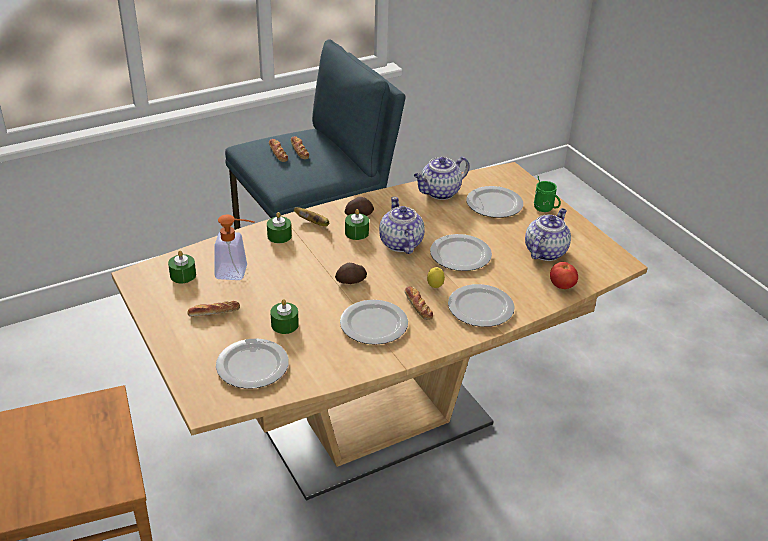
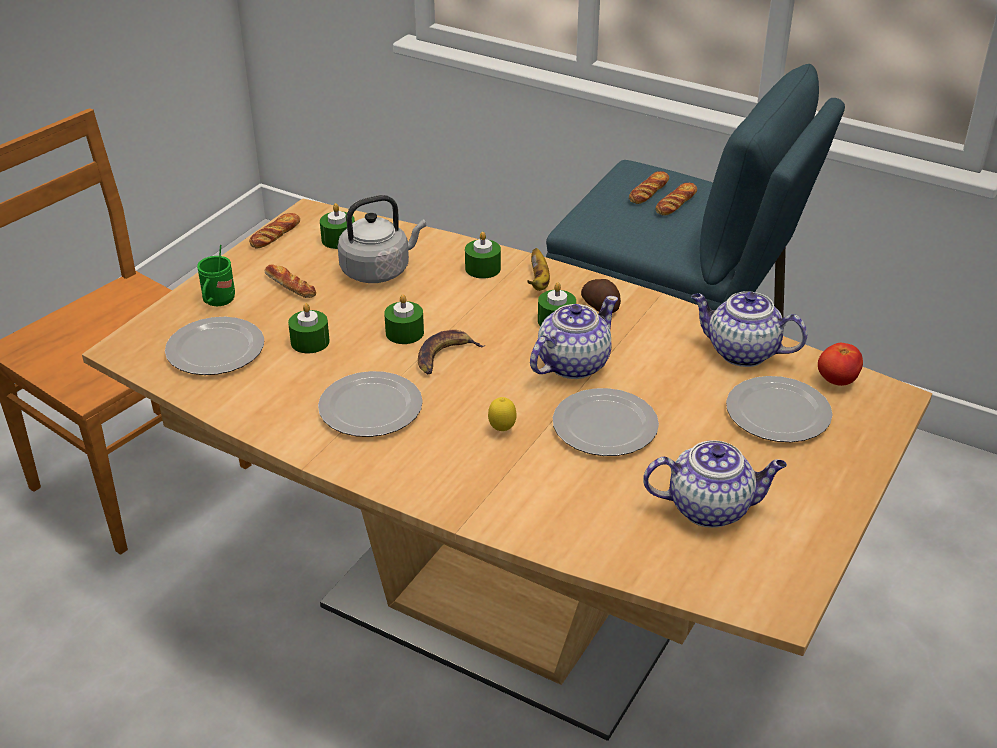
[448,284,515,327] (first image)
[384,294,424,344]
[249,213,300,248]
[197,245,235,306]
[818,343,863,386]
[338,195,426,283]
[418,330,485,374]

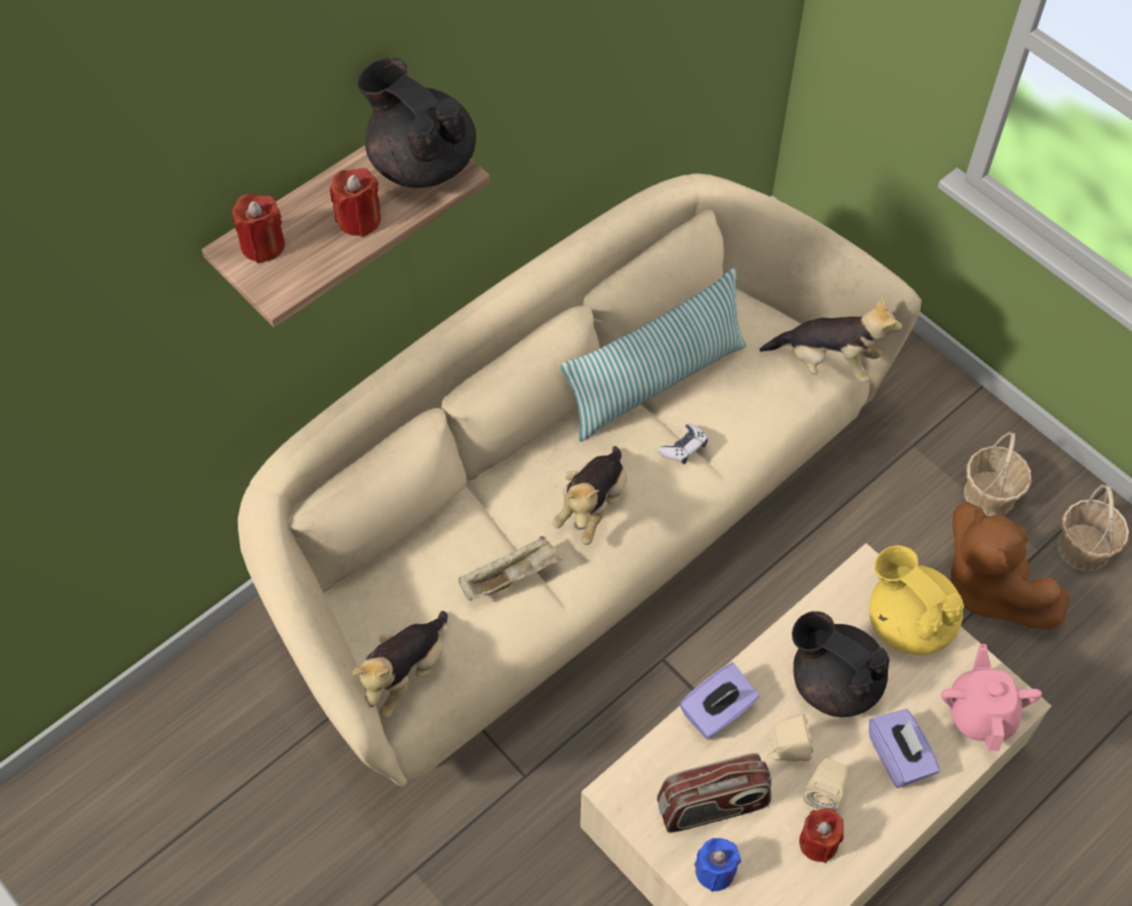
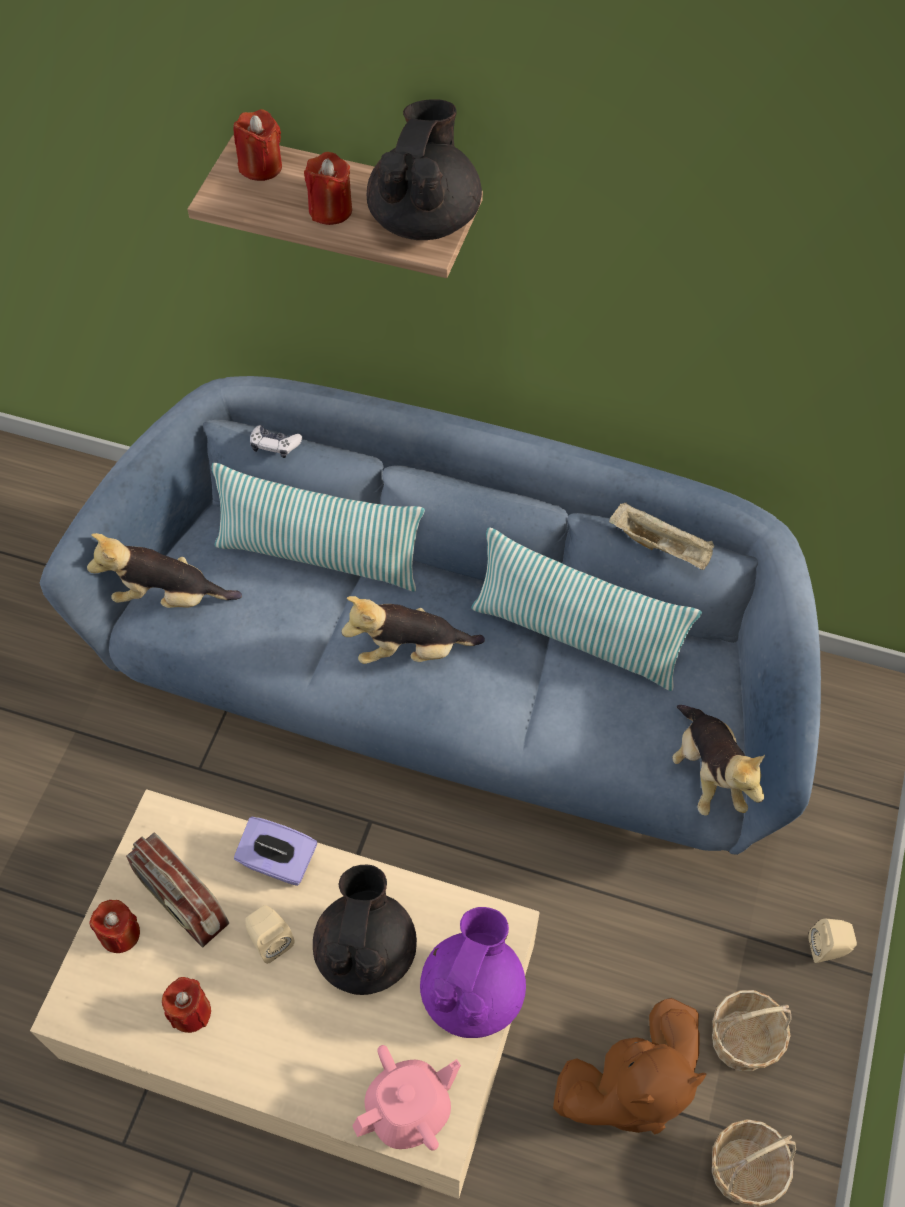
[869,709,940,788] (first image)
[212,463,425,592]
[609,502,714,570]
[250,425,302,458]
[808,919,857,963]
[40,376,821,855]
[89,900,140,953]
[420,907,526,1038]
[553,998,707,1135]

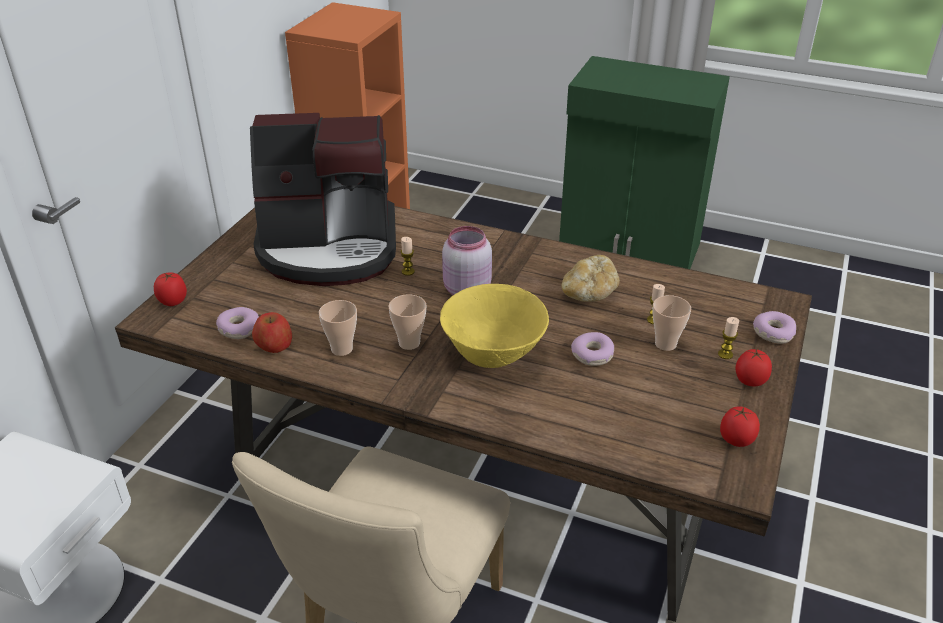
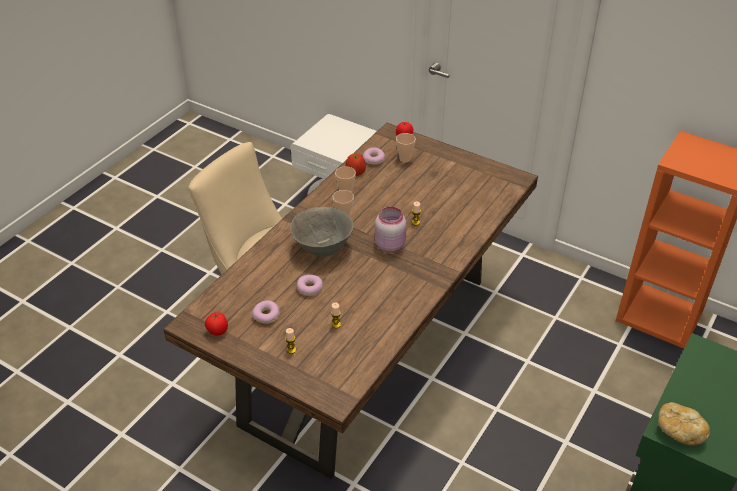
[250,113,396,286] (first image)
[735,349,772,386] (first image)
[658,402,710,446]
[396,133,416,162]
[252,300,280,324]
[290,207,354,257]

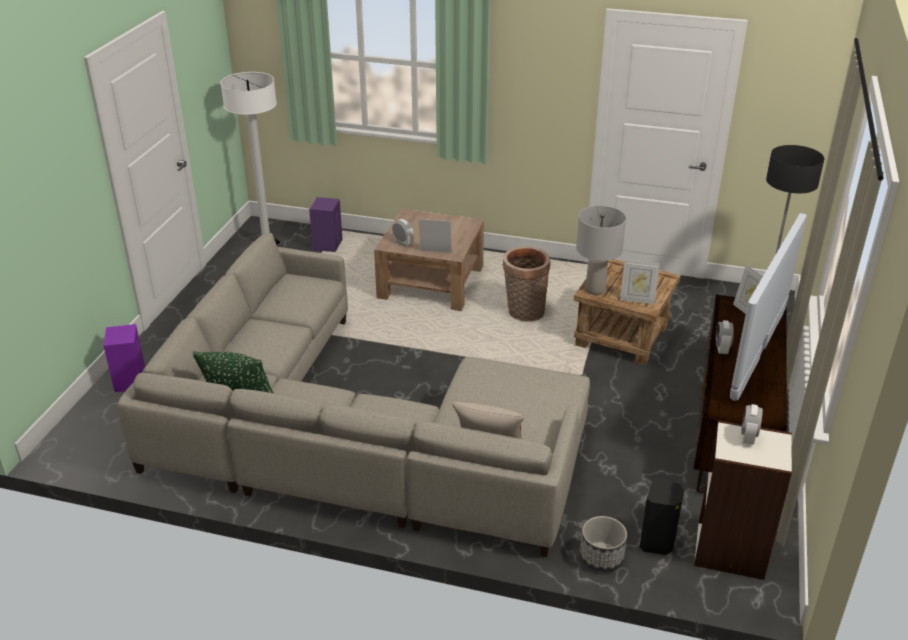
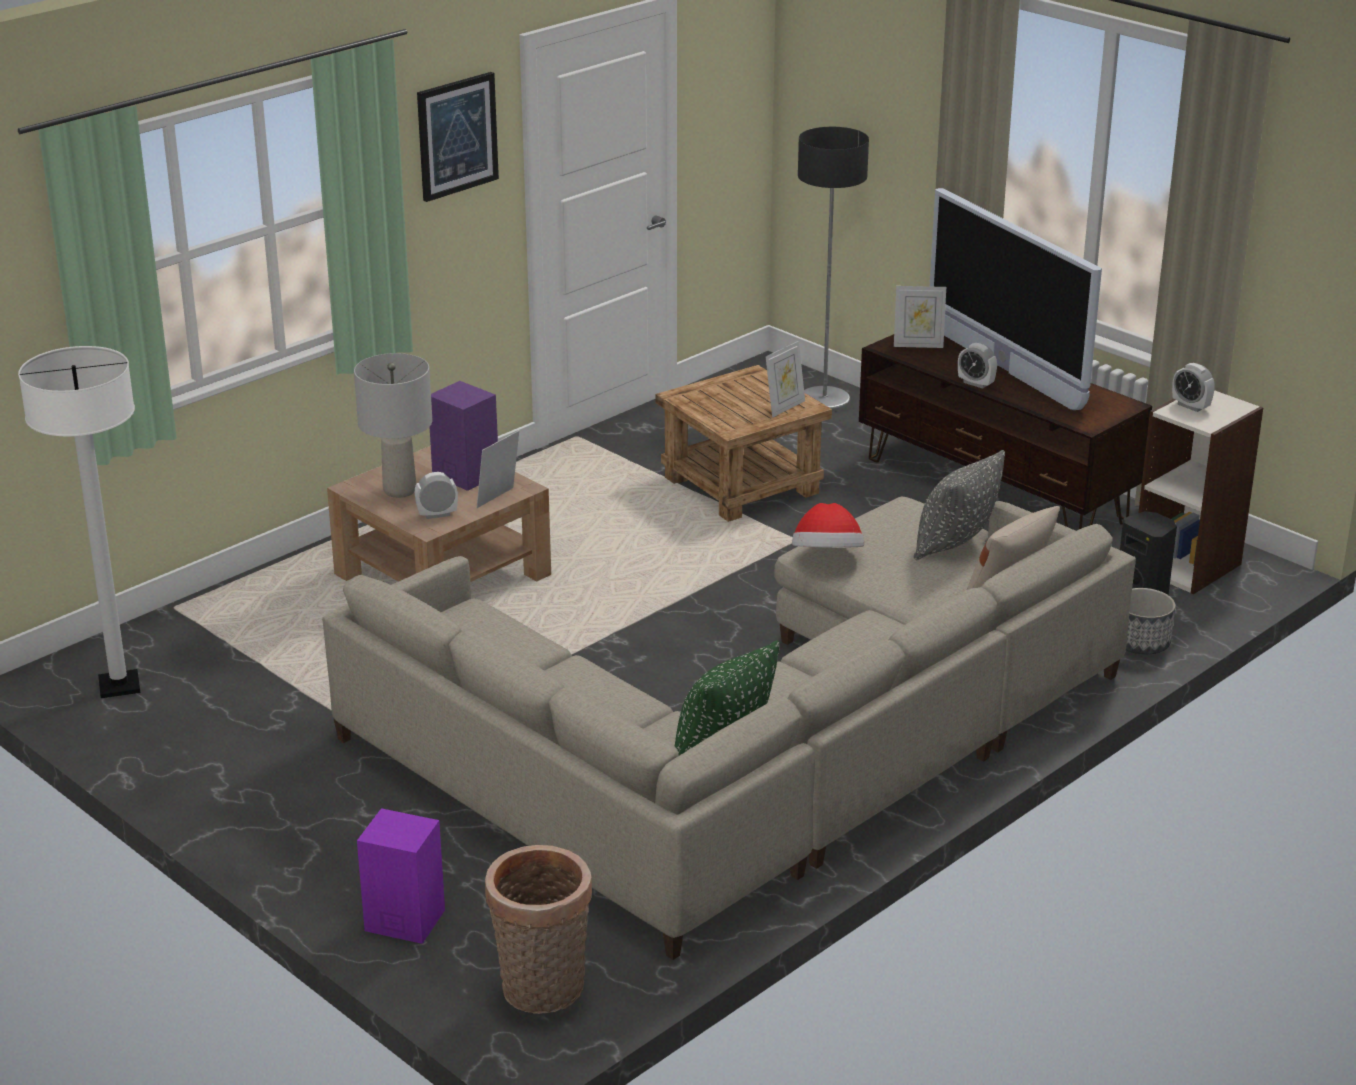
[417,72,499,202]
[792,503,864,548]
[914,450,1005,560]
[430,381,498,491]
[485,845,592,1014]
[354,353,432,498]

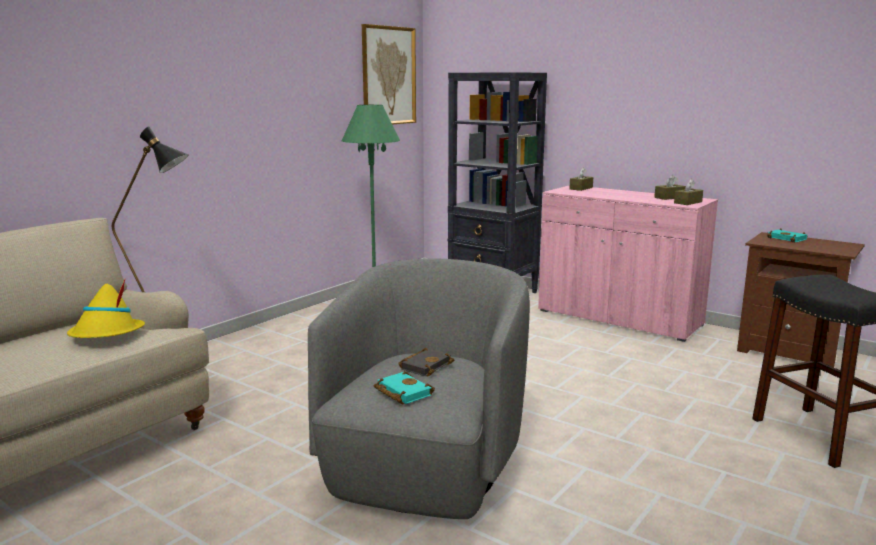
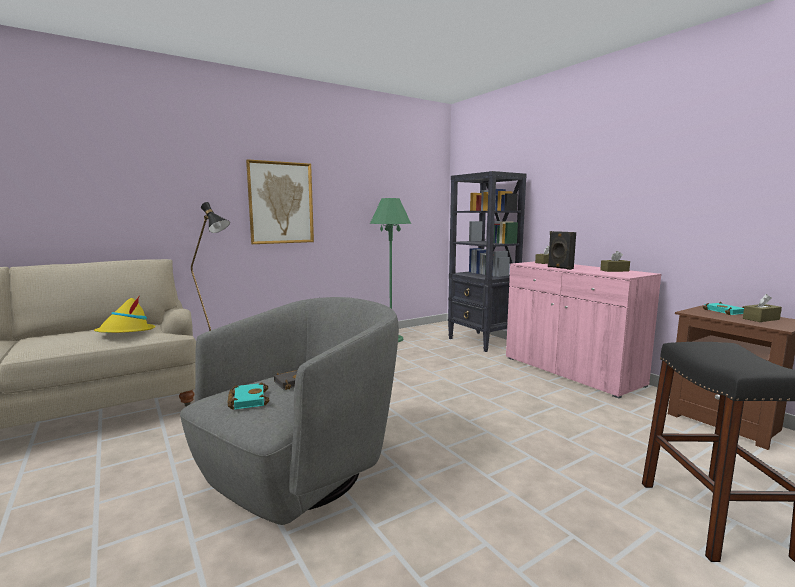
[548,231,576,270]
[246,159,314,244]
[743,294,782,322]

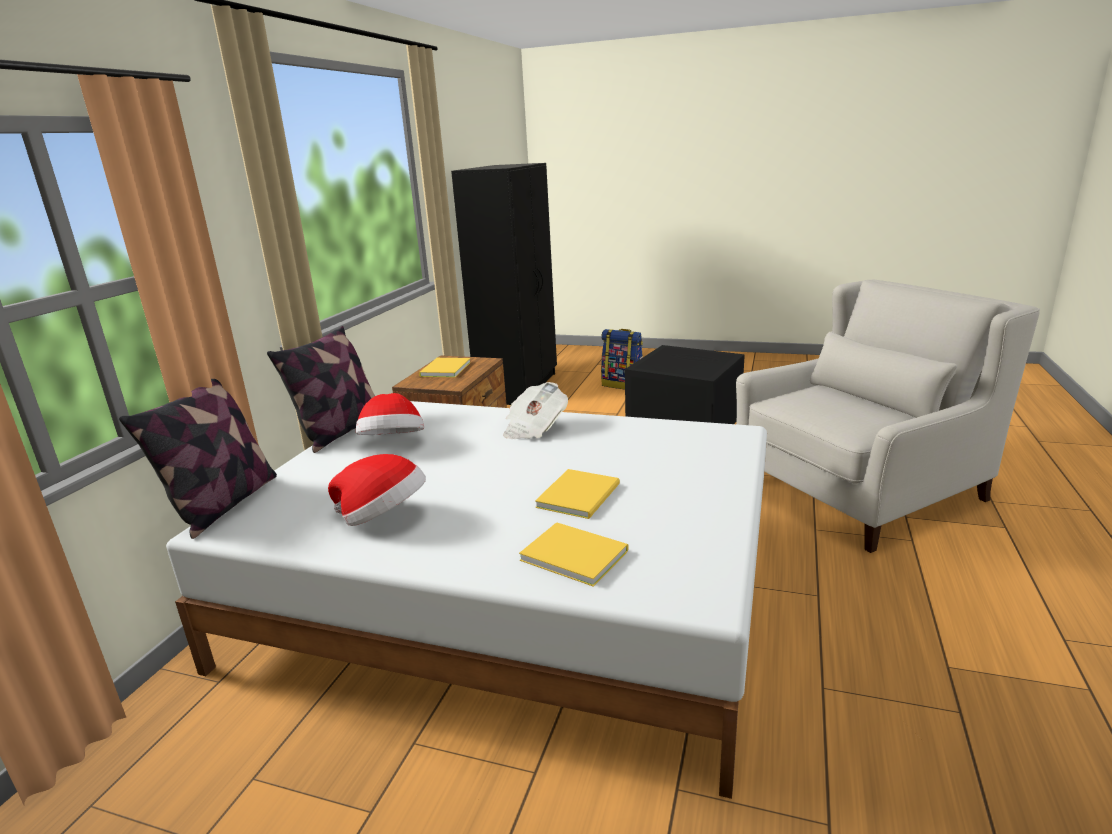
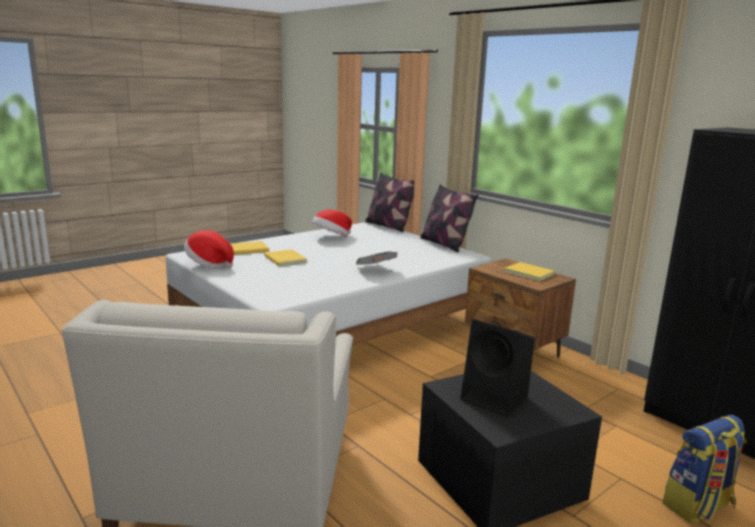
[460,319,535,417]
[184,230,234,268]

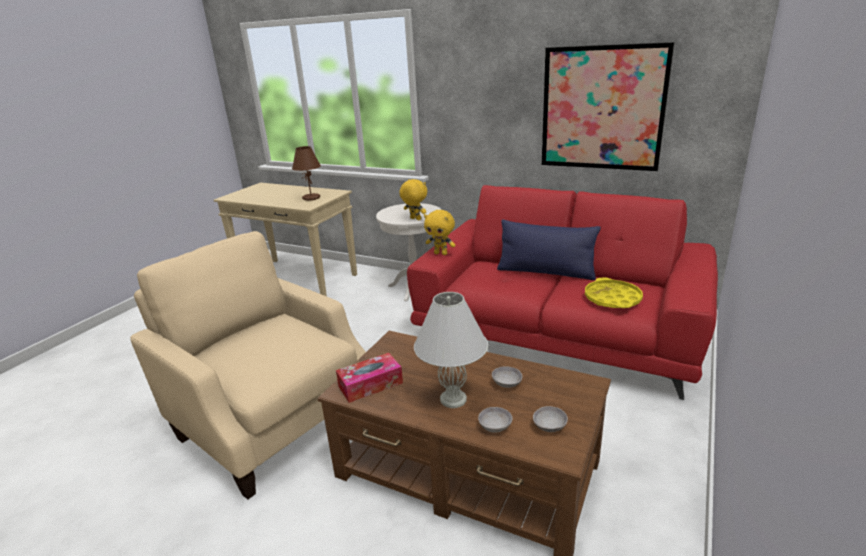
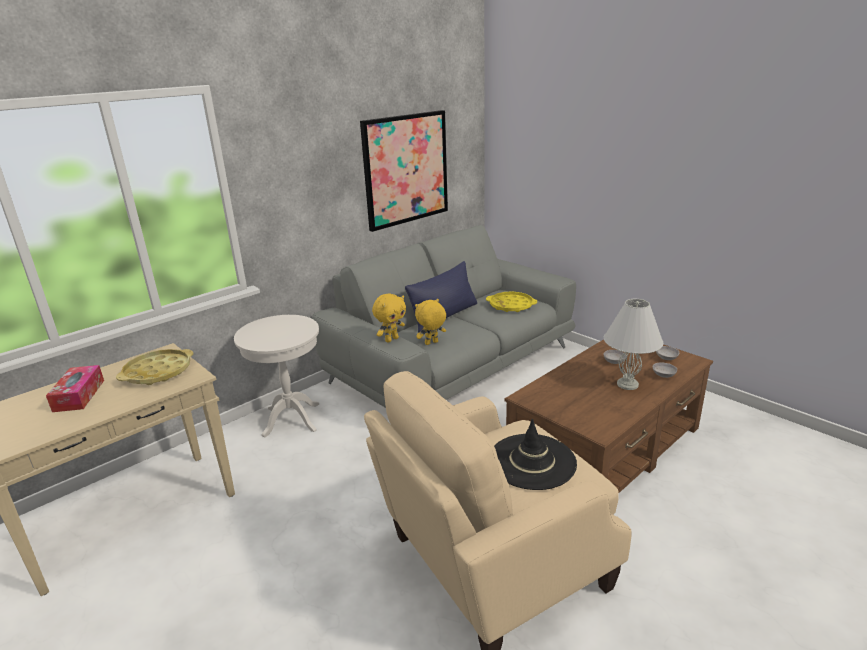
[494,419,577,490]
[46,365,104,412]
[415,299,446,345]
[116,349,193,385]
[312,225,576,408]

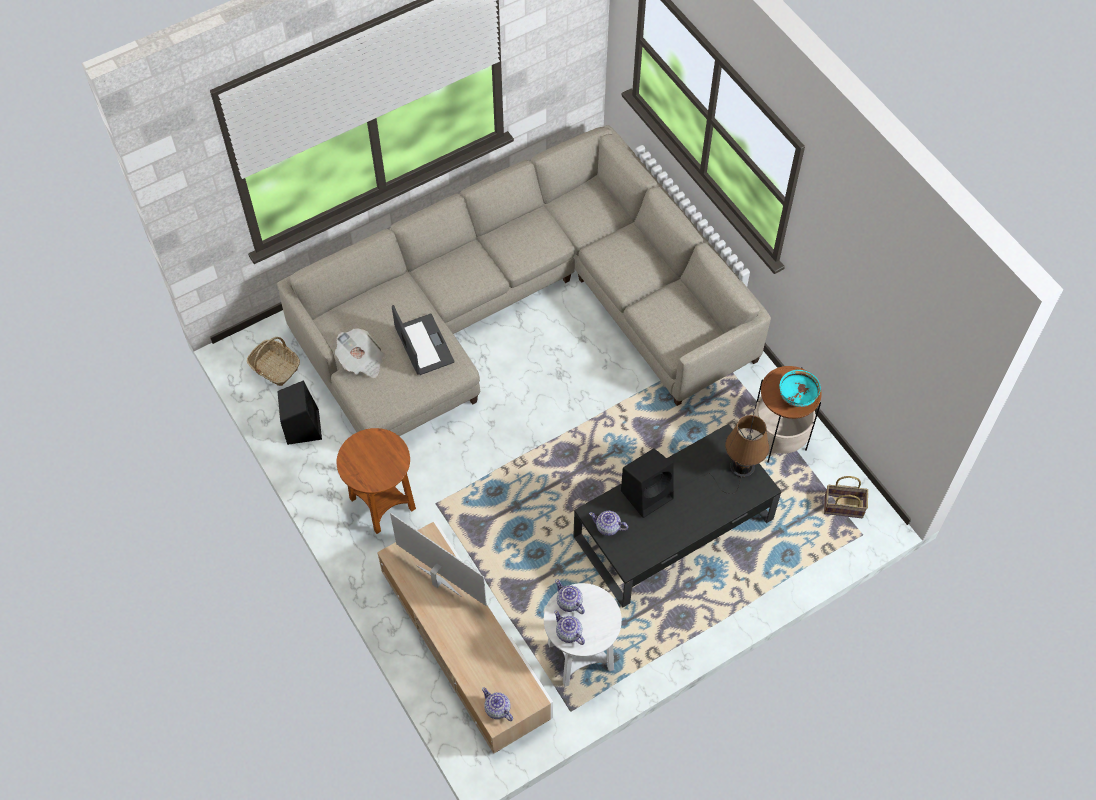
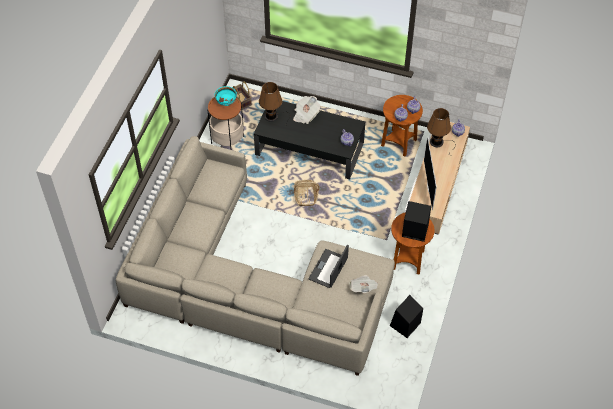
[293,96,320,124]
[427,108,456,156]
[294,180,320,206]
[402,201,431,242]
[381,95,423,156]

